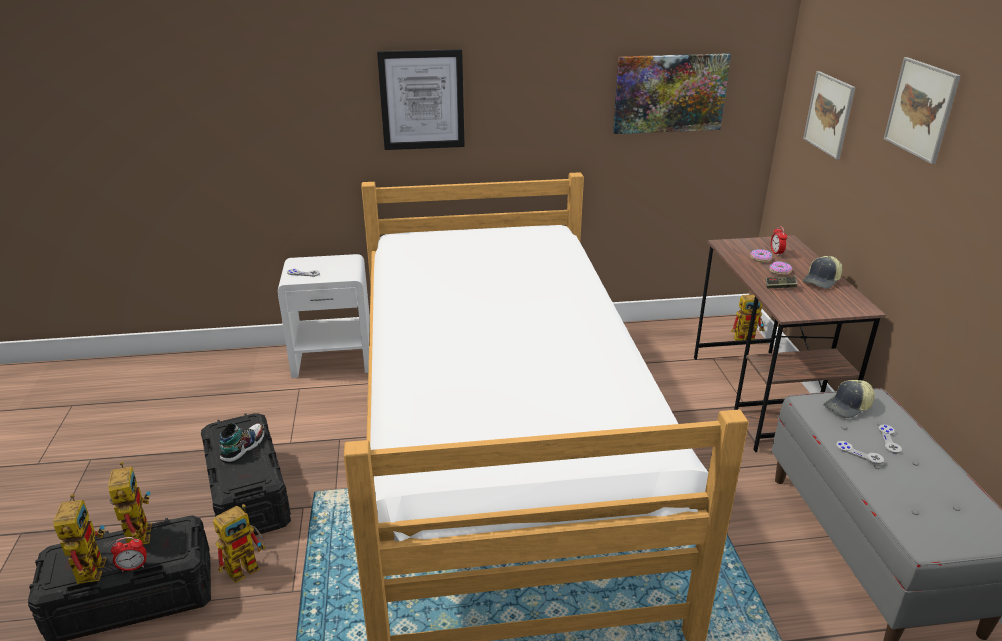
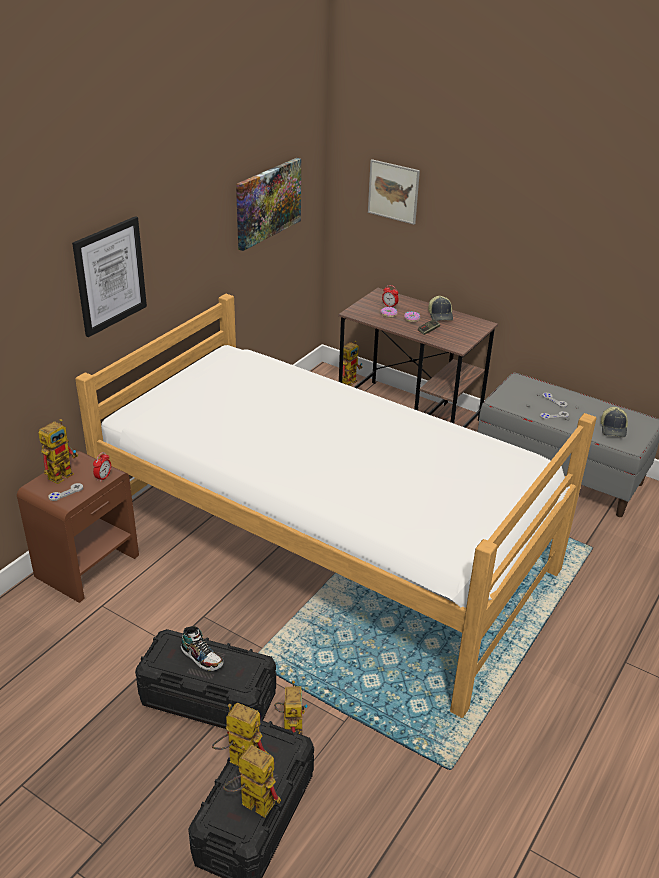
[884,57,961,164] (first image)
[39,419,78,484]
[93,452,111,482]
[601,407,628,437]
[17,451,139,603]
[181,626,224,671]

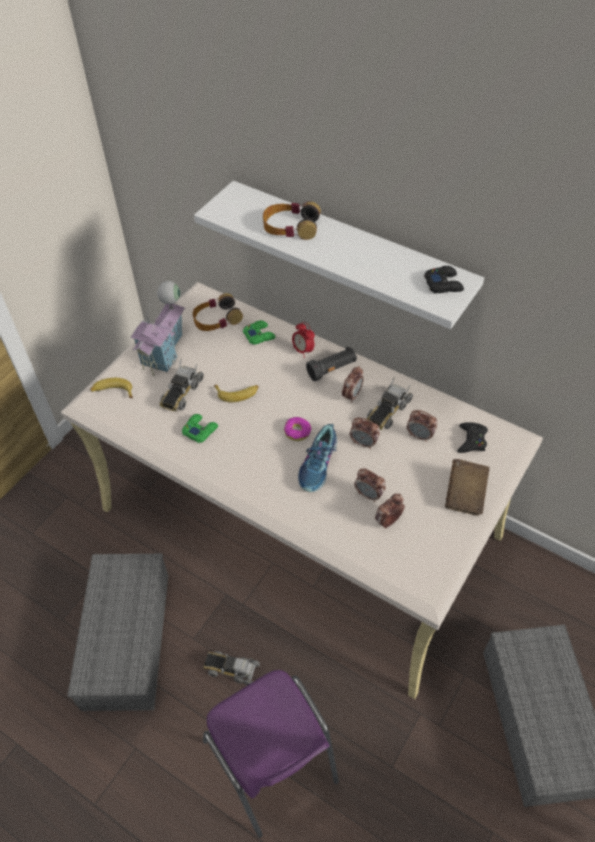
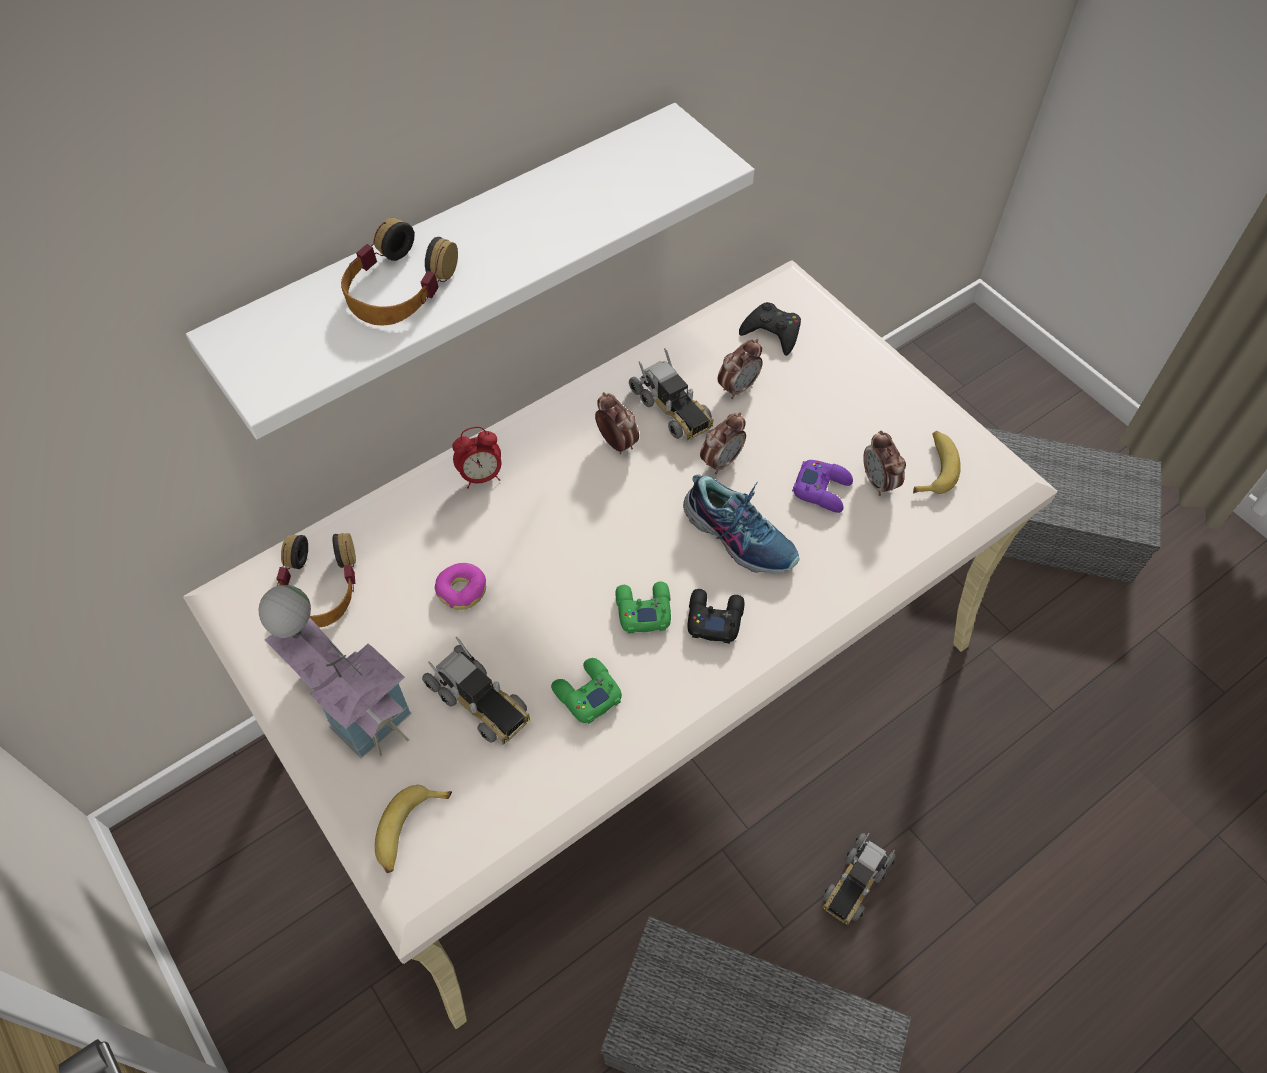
[203,670,339,838] (first image)
[306,346,357,381] (first image)
[445,459,490,516] (first image)
[913,431,961,494]
[615,582,671,634]
[435,563,486,610]
[688,589,745,644]
[792,460,853,513]

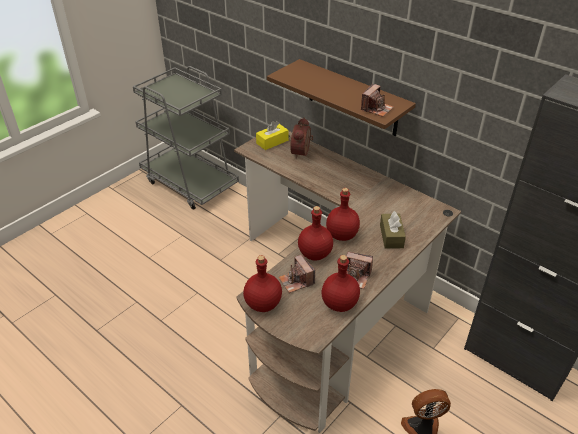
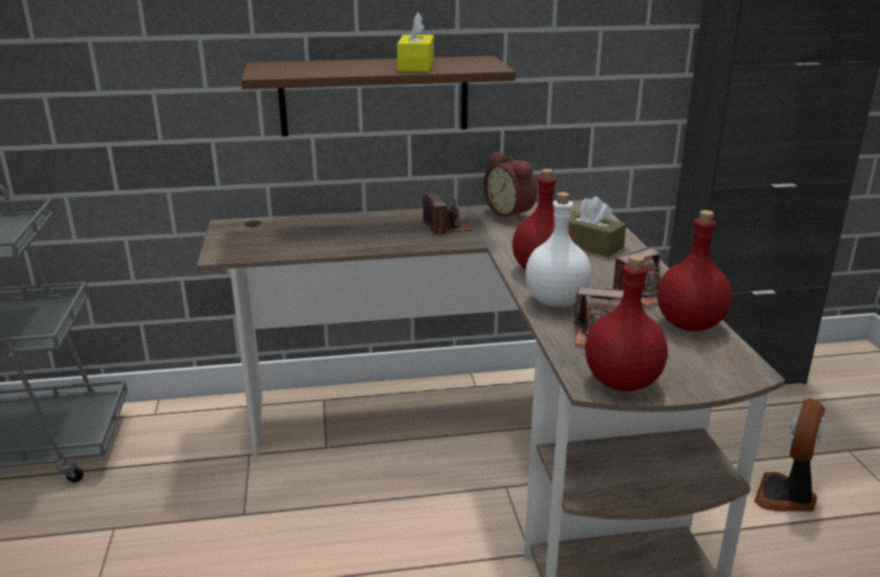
[397,12,434,72]
[483,152,537,220]
[423,193,472,235]
[525,192,591,307]

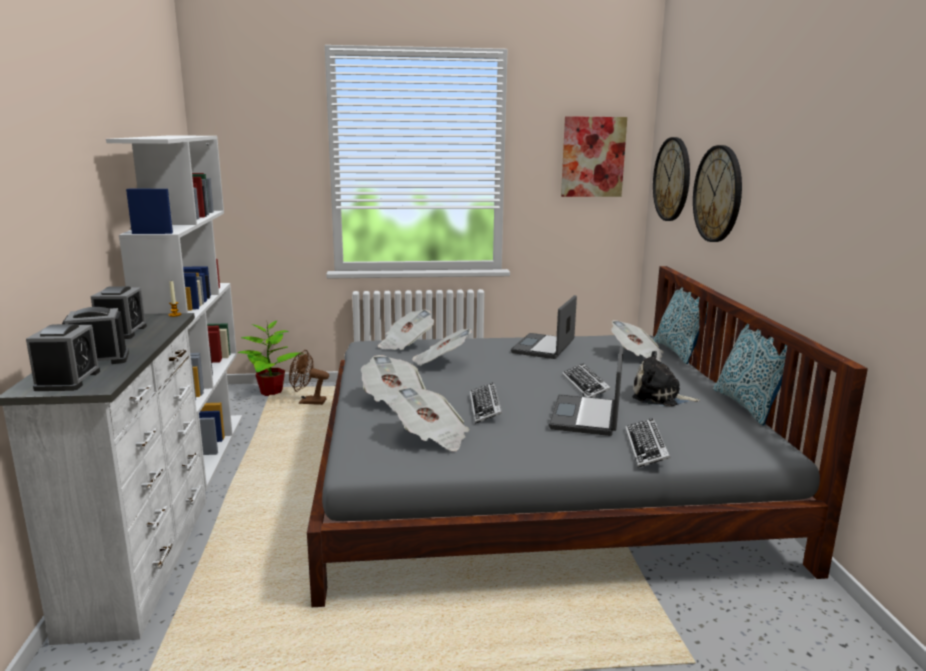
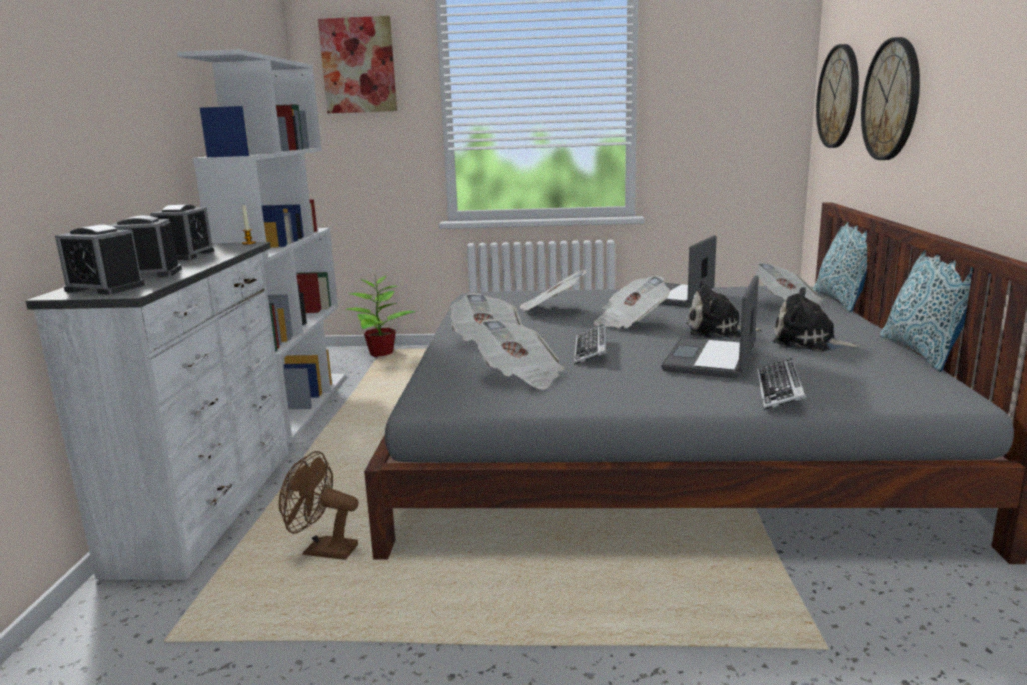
[279,451,359,560]
[594,276,670,328]
[318,16,397,113]
[686,280,761,338]
[55,225,145,295]

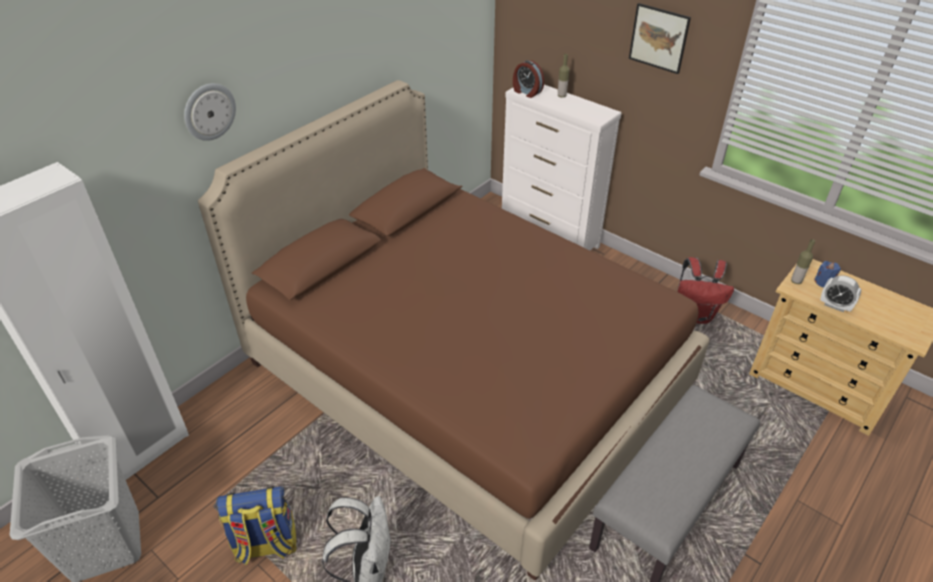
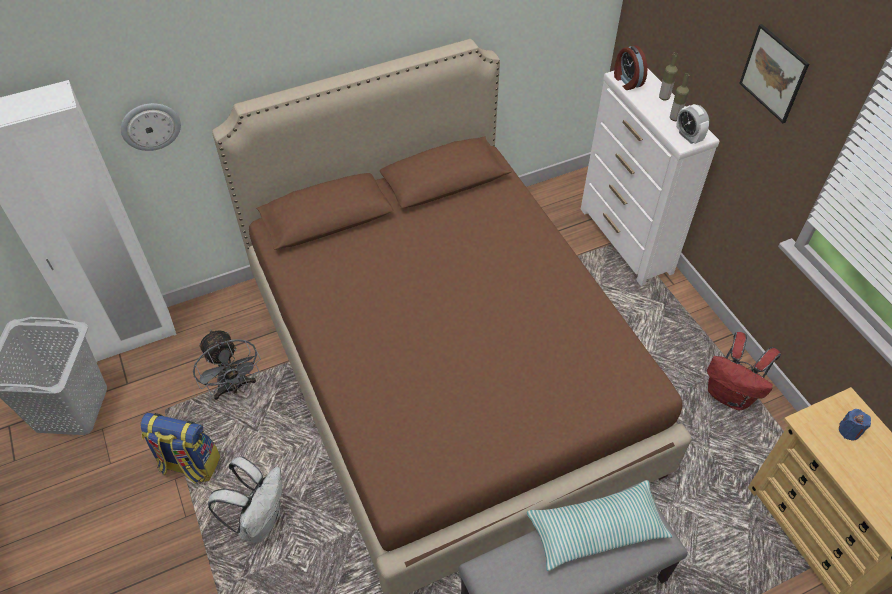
[193,329,261,400]
[527,480,673,571]
[121,103,181,151]
[670,73,689,121]
[676,104,709,144]

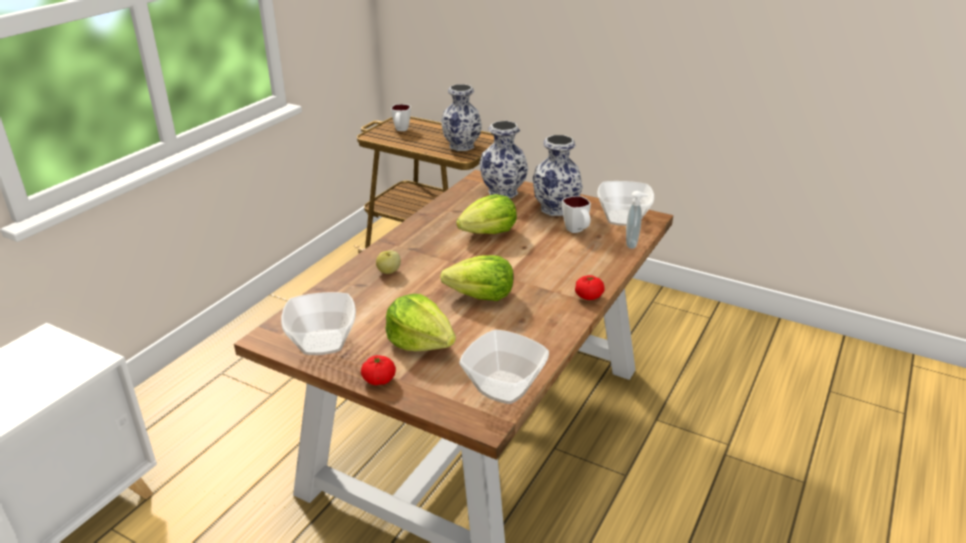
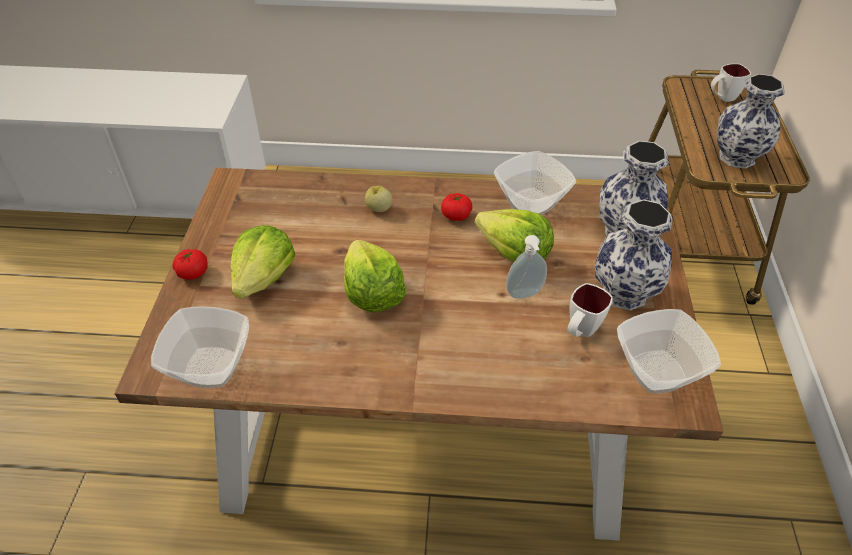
[494,151,576,215]
[441,193,473,221]
[506,235,547,299]

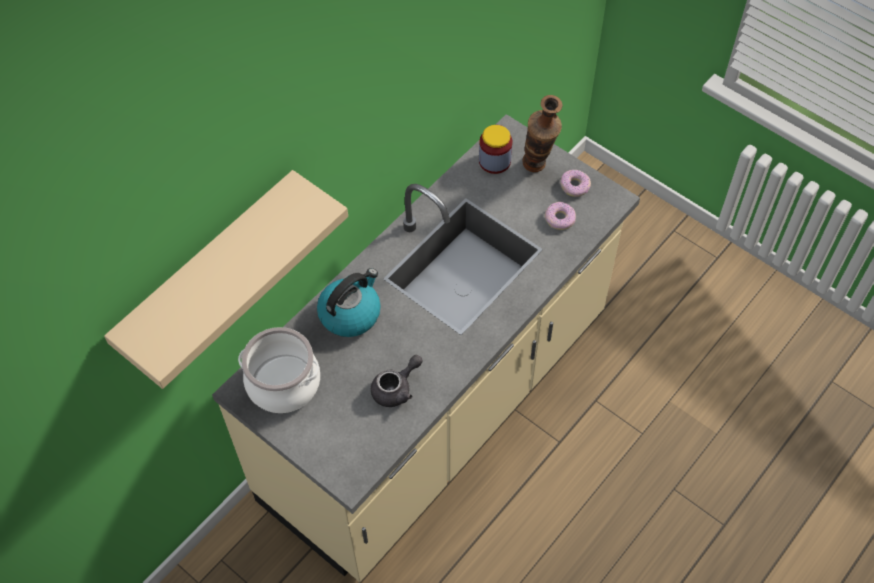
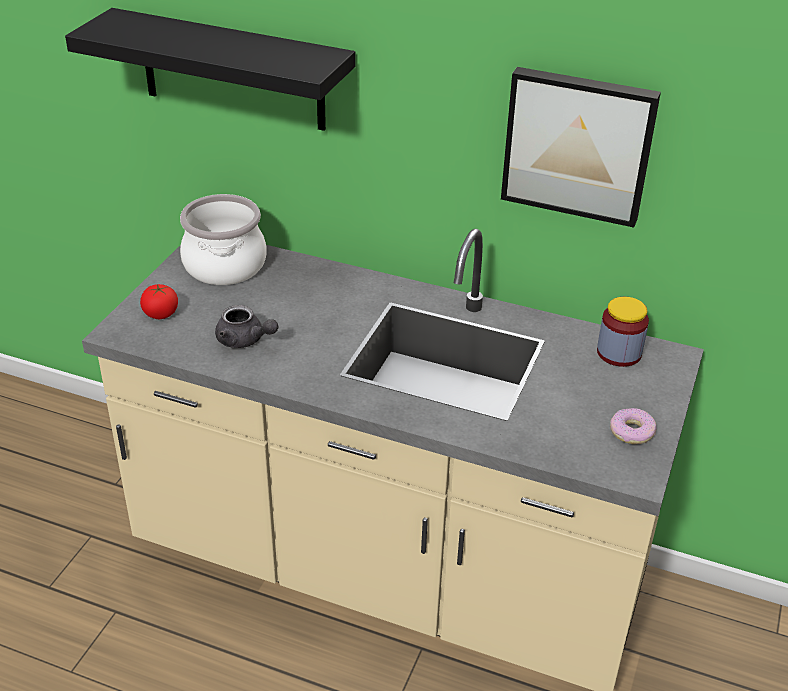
[317,268,381,337] (first image)
[522,95,562,172] (first image)
[545,202,576,230] (first image)
[140,284,178,319]
[501,67,661,228]
[65,8,355,131]

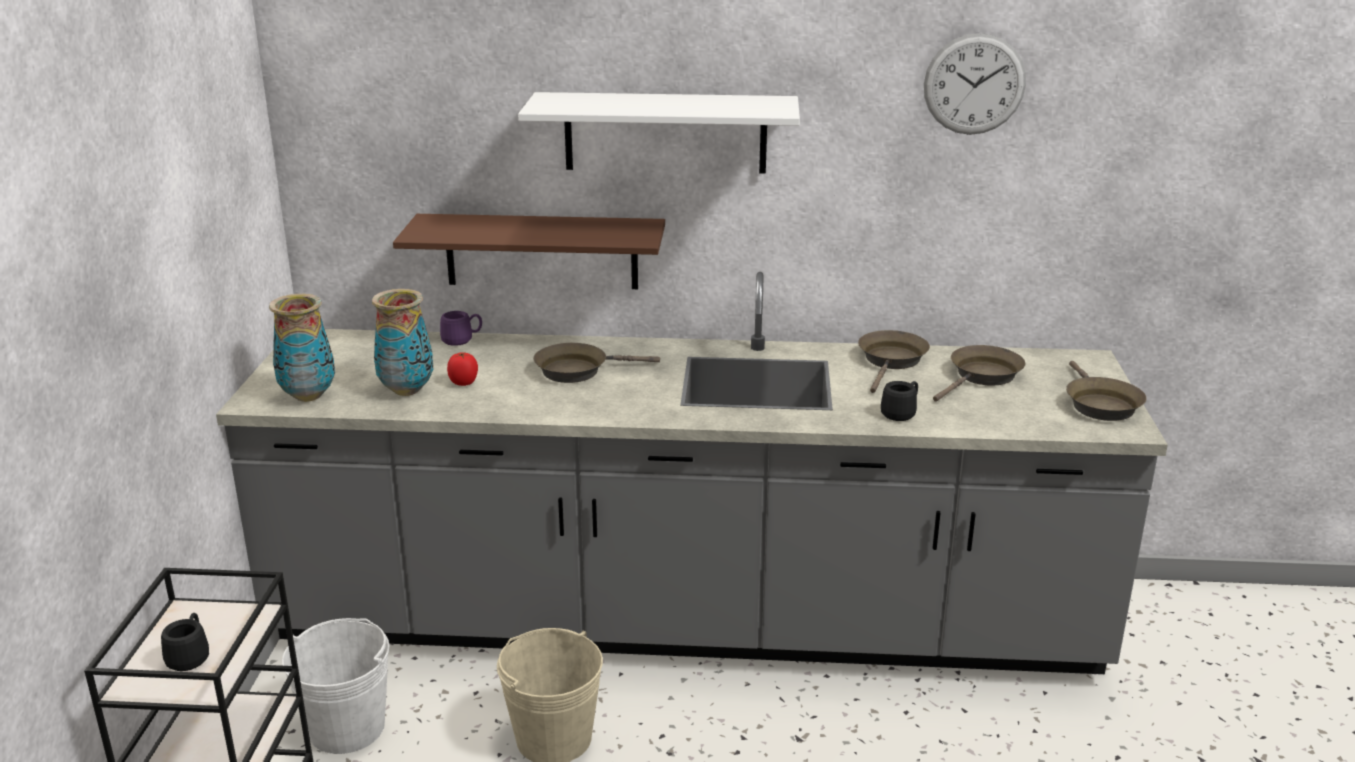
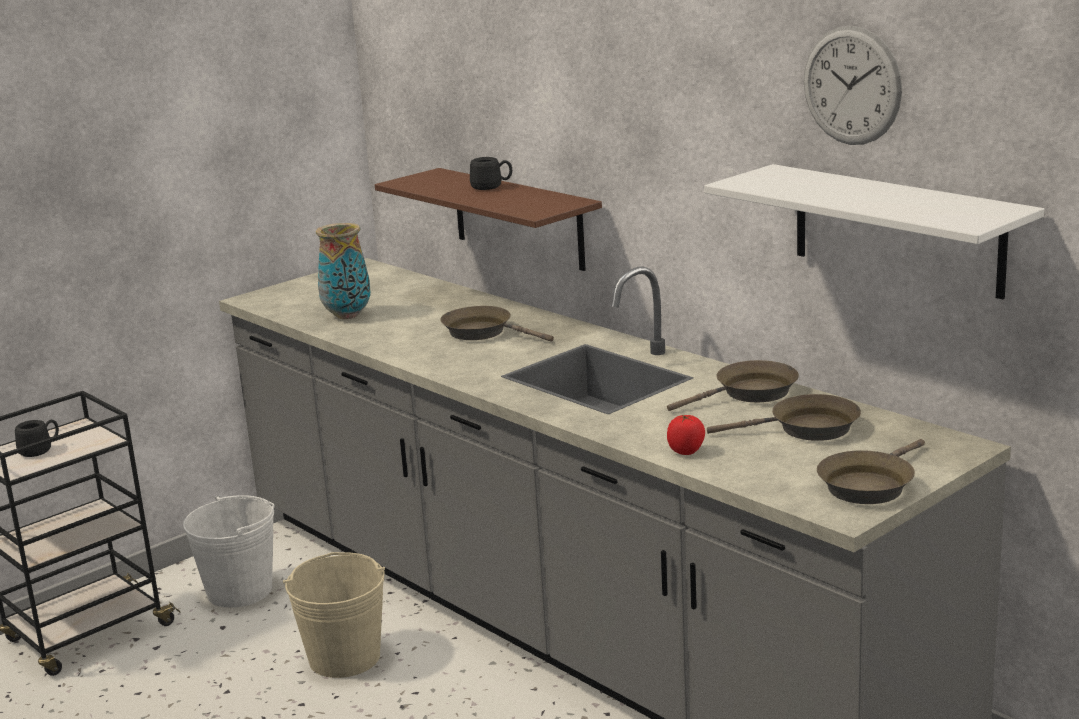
[269,294,335,402] (first image)
[440,311,482,346] (first image)
[667,415,705,455]
[704,164,1044,299]
[470,157,512,190]

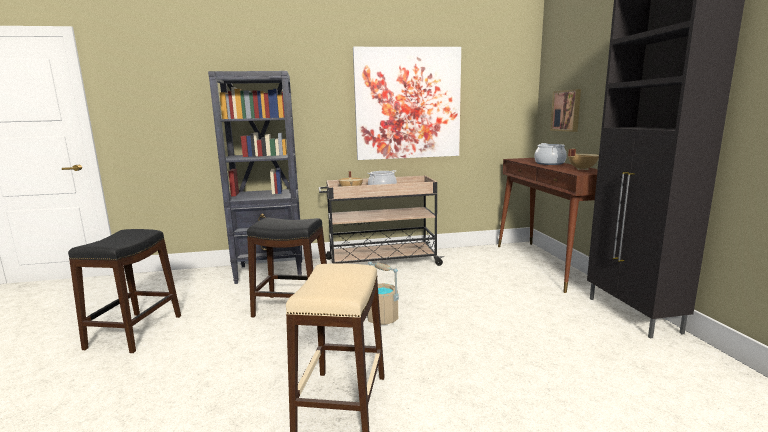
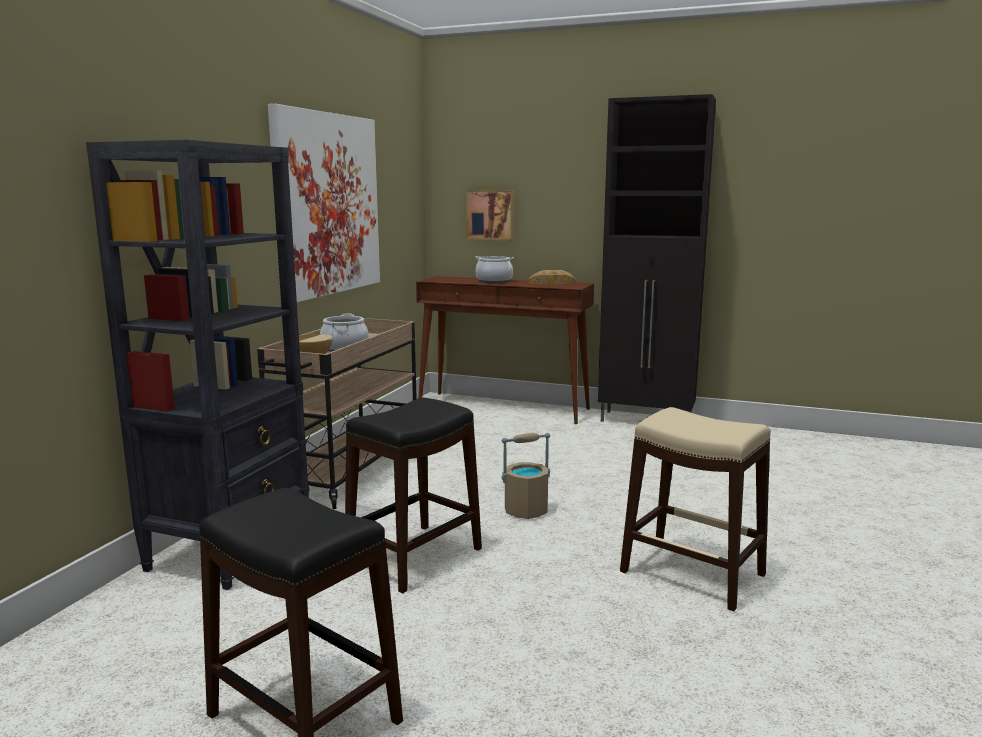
[529,270,576,285]

